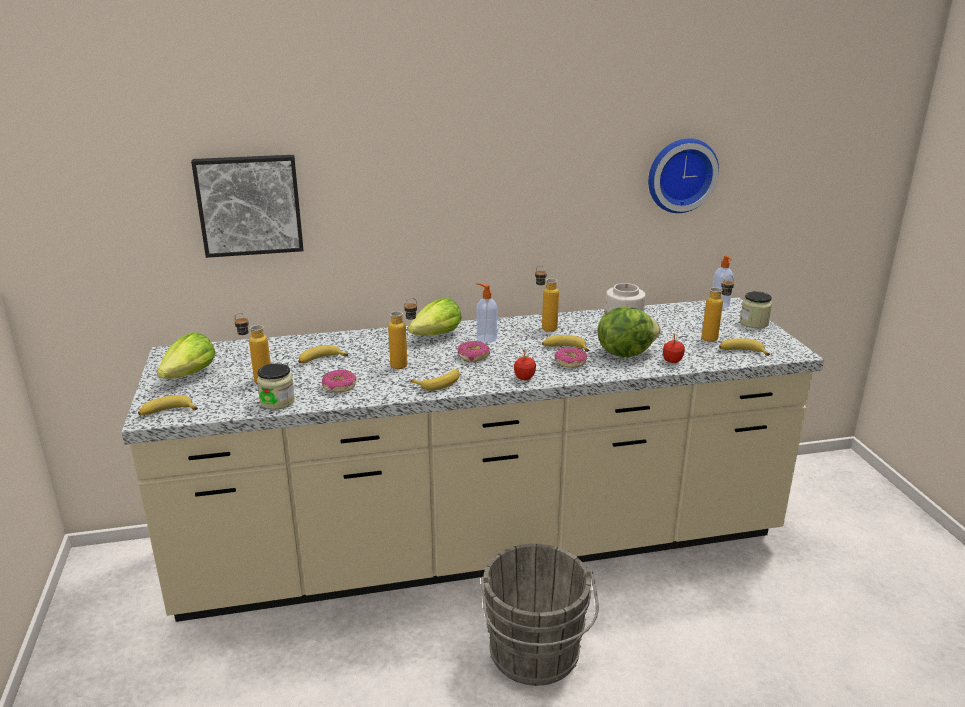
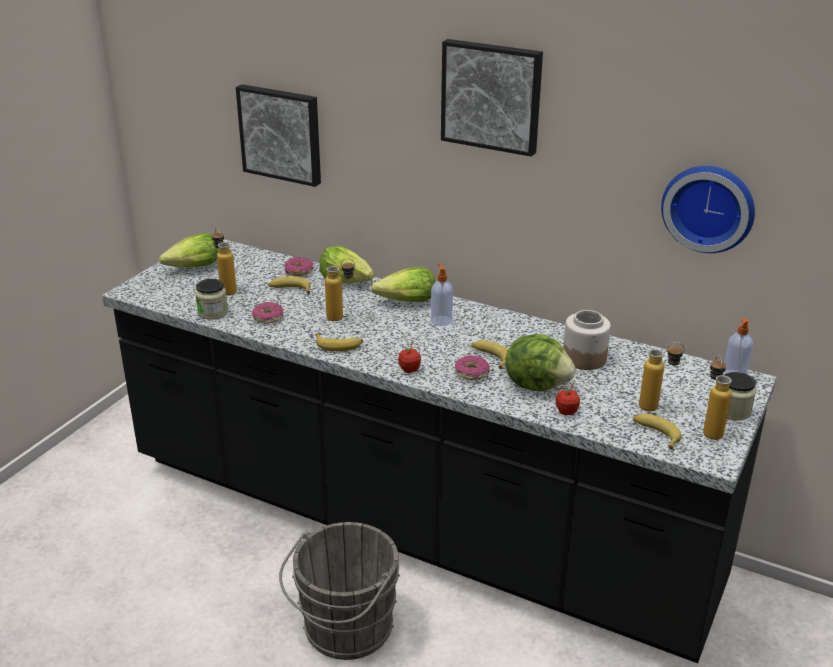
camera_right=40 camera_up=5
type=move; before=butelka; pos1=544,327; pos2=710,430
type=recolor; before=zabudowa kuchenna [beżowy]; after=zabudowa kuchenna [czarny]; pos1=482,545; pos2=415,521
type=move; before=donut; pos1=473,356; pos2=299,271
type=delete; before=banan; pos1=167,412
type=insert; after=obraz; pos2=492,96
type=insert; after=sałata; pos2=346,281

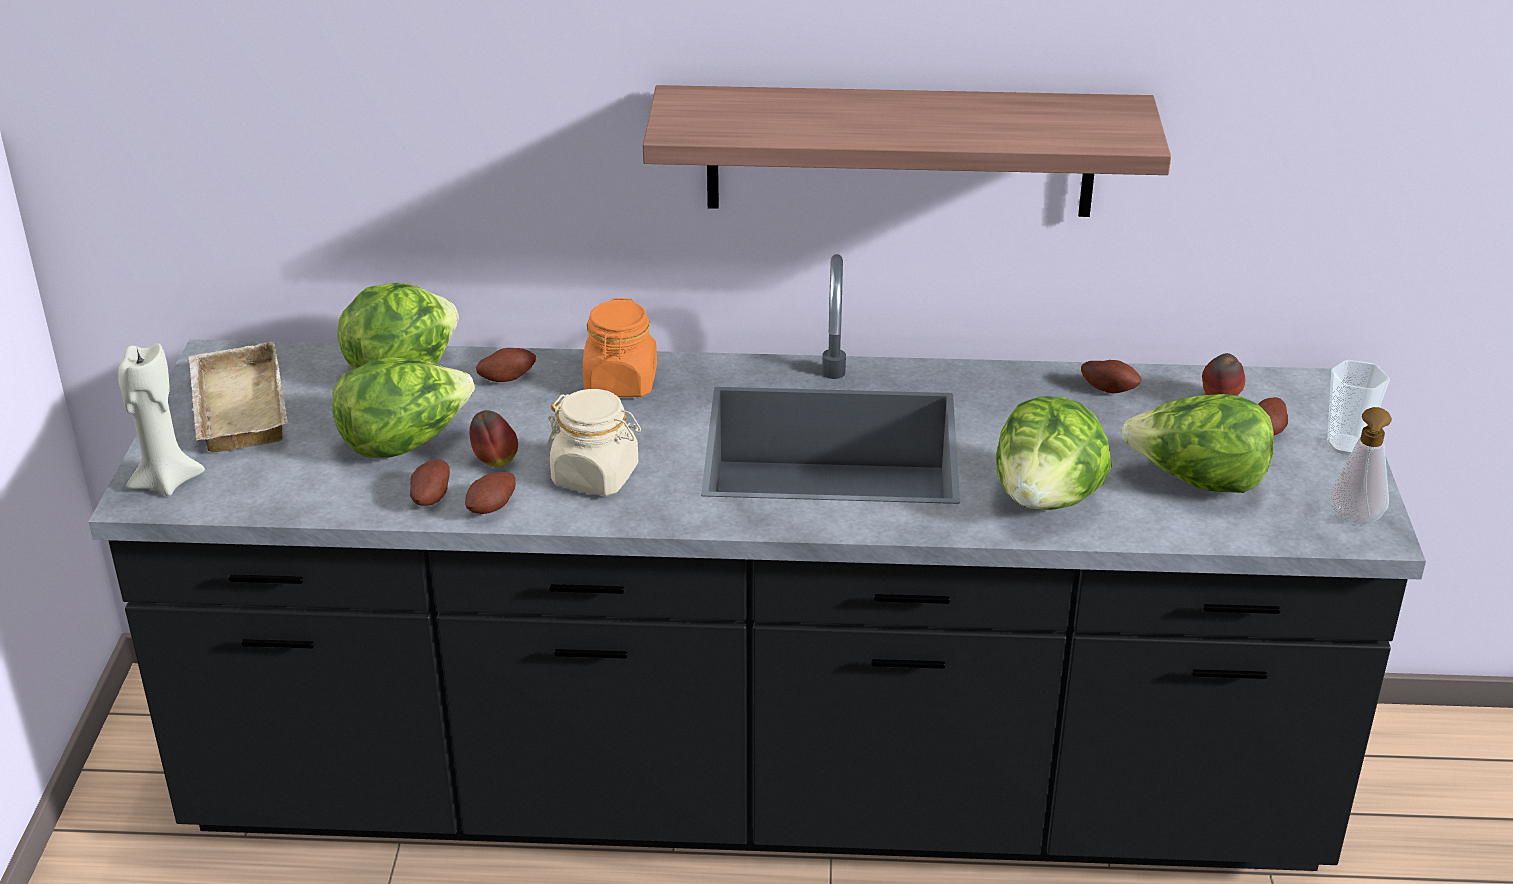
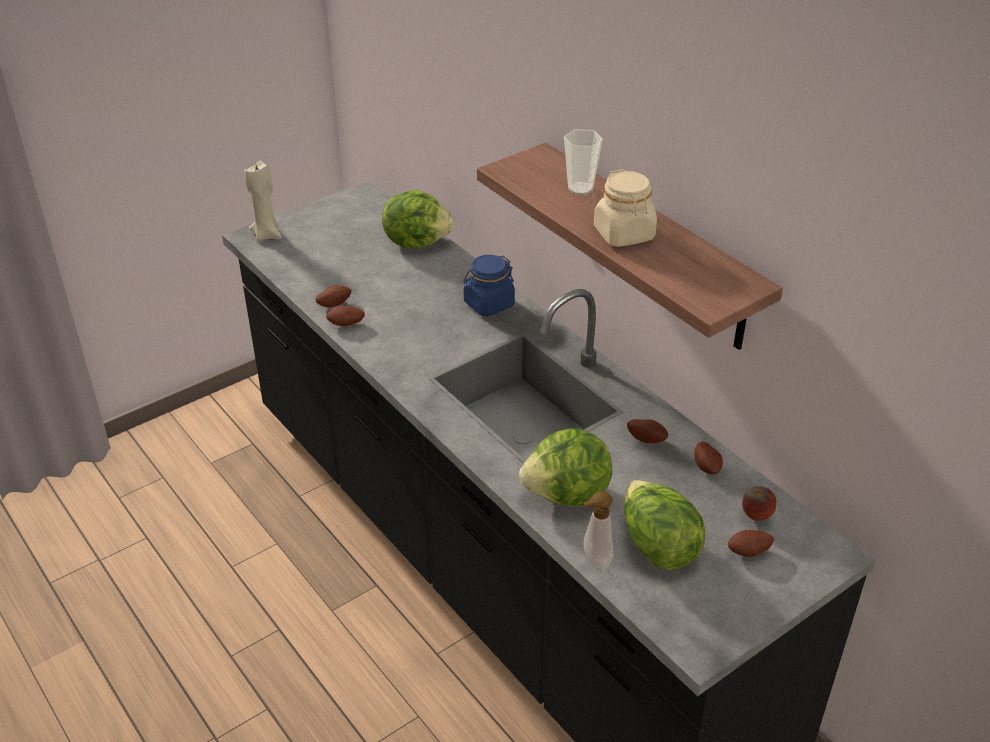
camera_right=50 camera_up=5
type=recolor; before=słoik [pomarańczowy]; after=słoik [niebieski]; pos1=621,383; pos2=488,304
type=delete; before=taca [beżowy]; pos1=235,407
type=move; before=ziemniak; pos1=507,377; pos2=647,438
type=delete; before=sałata; pos1=405,443
type=move; before=filiżanka; pos1=1345,445; pos2=580,189
type=move; before=słoik [beżowy]; pos1=596,476; pos2=624,234
type=move; before=dozownik mydła; pos1=1354,520; pos2=594,560
type=delete; before=jabłko; pos1=494,462

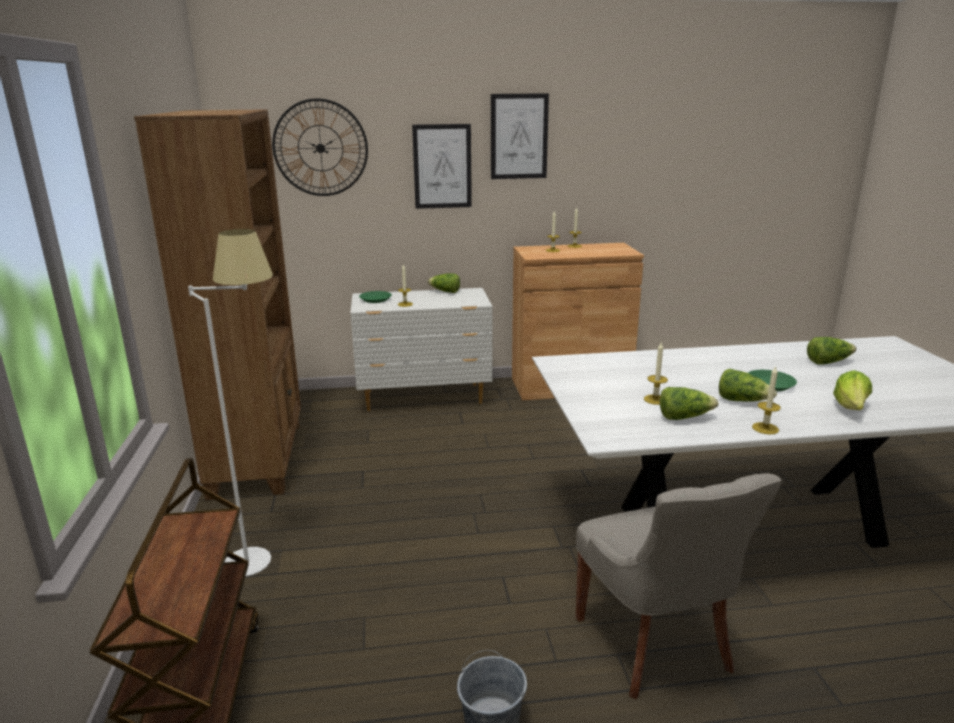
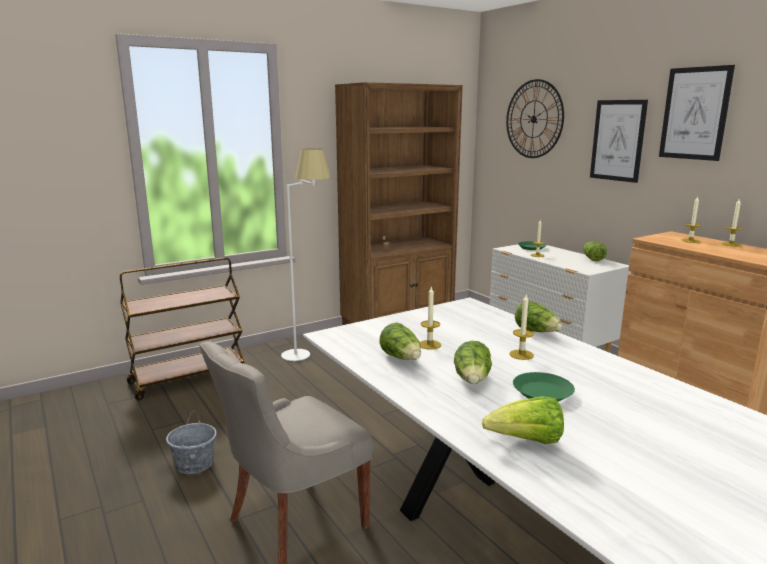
camera_right=65 camera_up=-5
type=move; before=sałata; pos1=828,362; pos2=537,332
type=move; before=świeca; pos1=765,428; pos2=521,354

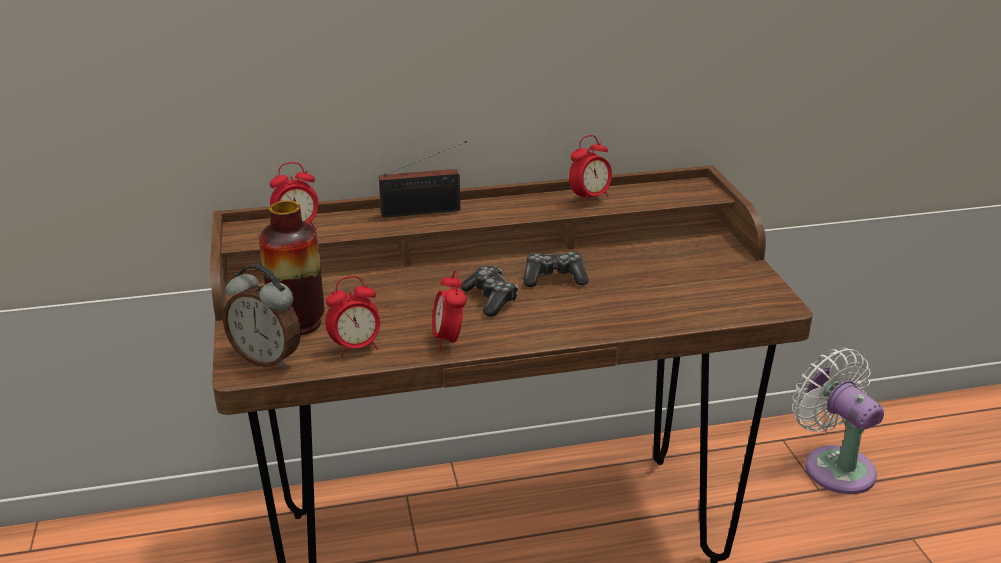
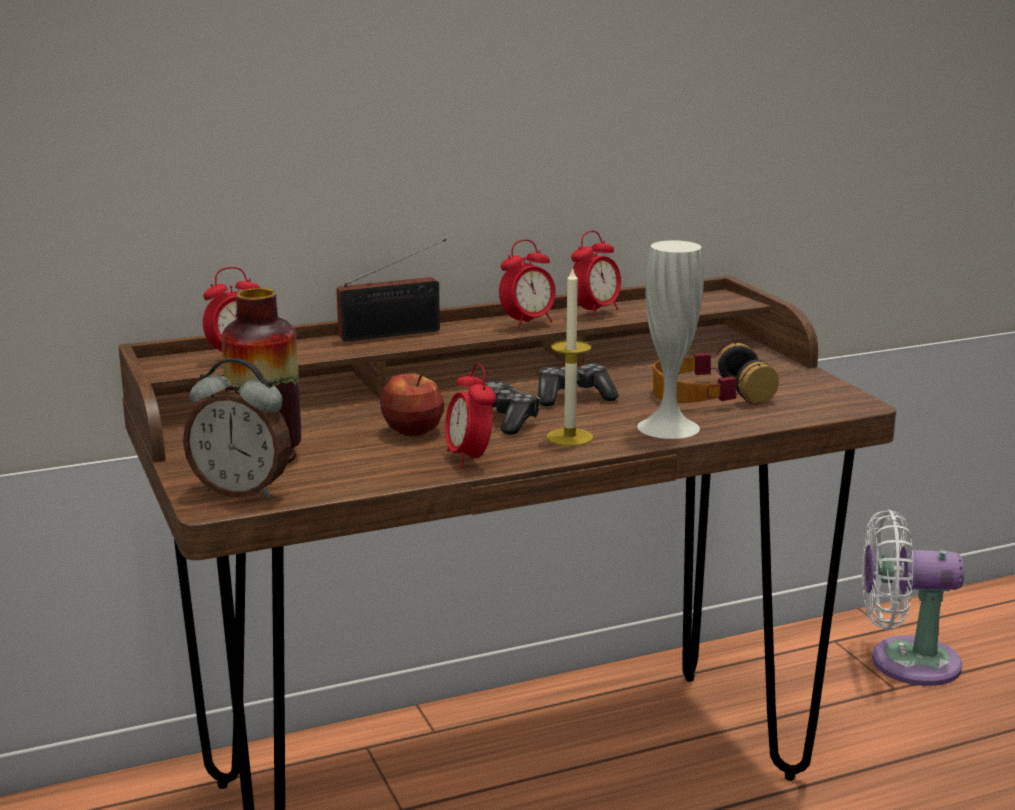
camera_right=-10 camera_up=-10
type=move; before=budzik; pos1=356,348; pos2=528,322
type=rotate; before=wentylator [biały]; pos1=834,466; pos2=905,662; turn=-45
type=insert; after=wazon [biały]; pos2=668,427
type=insert; after=świeca; pos2=569,437
type=insert; after=słuchawki; pos2=709,394
type=insert; after=jabłko; pos2=412,431

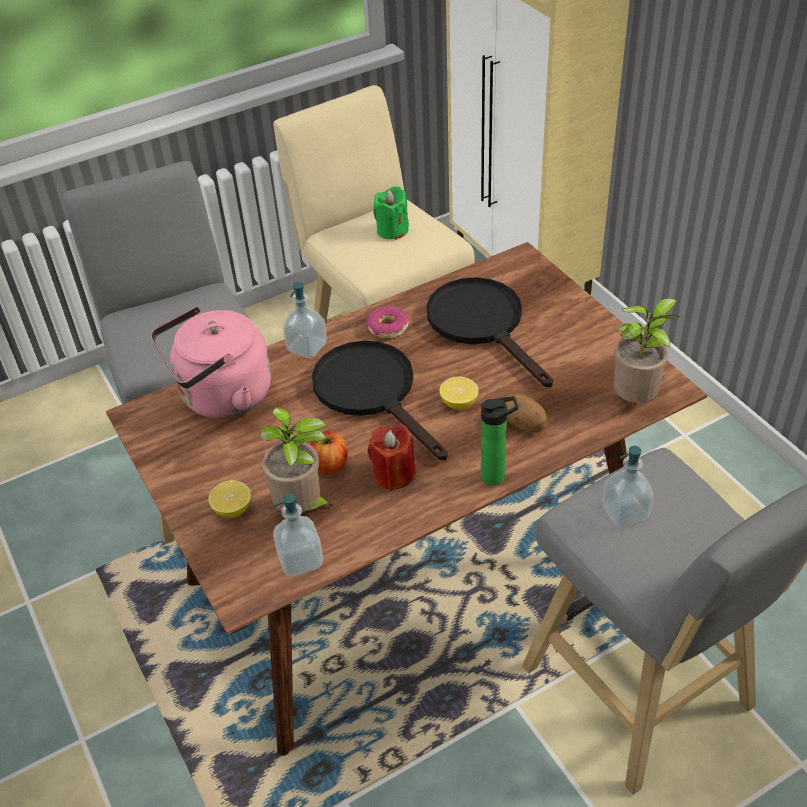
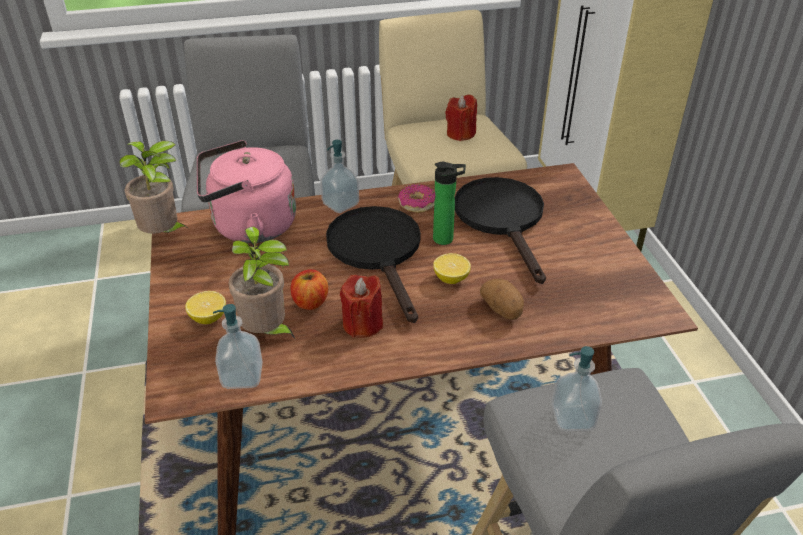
camera_right=15 camera_up=-5
type=recolor; before=świeca [zielony]; after=świeca [czerwony]; pos1=392,230; pos2=460,134
type=move; before=roślina doniczkowa; pos1=636,400; pos2=164,235
type=move; before=butelka; pos1=496,476; pos2=446,239

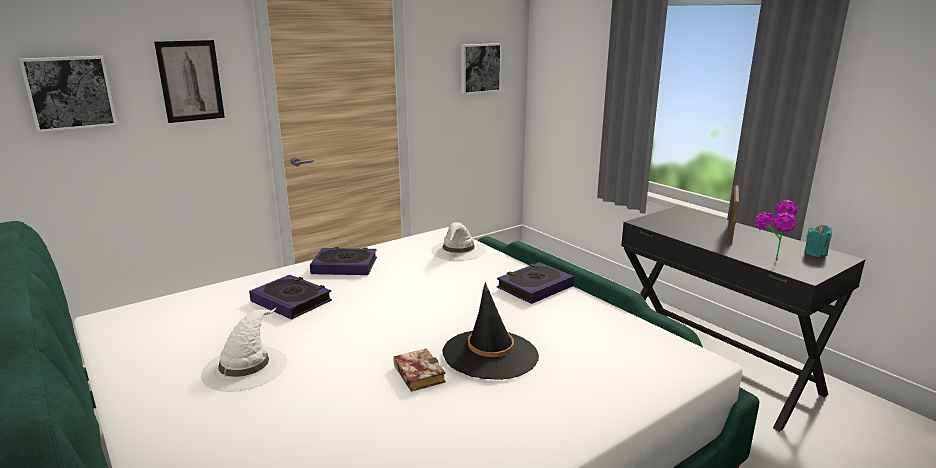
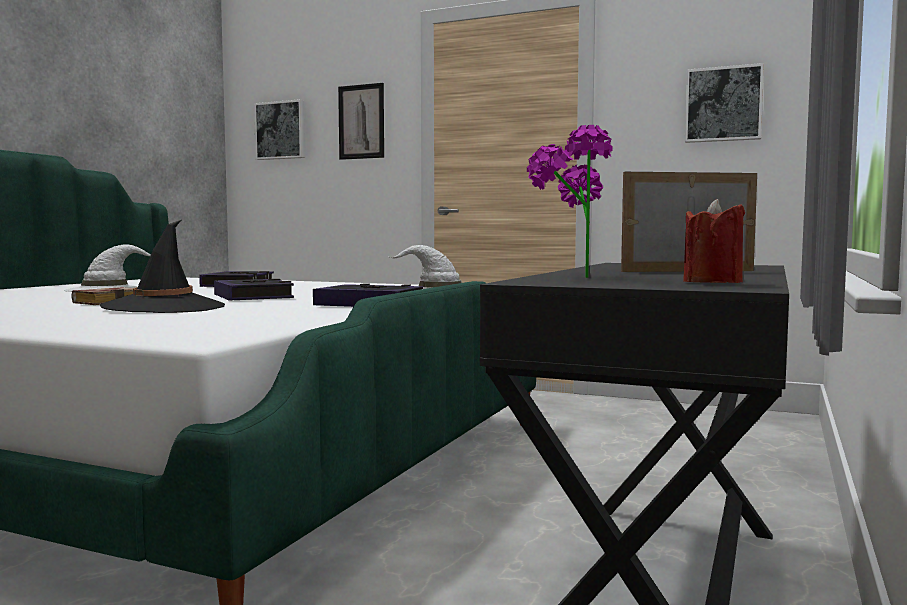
camera_right=60 camera_up=-15
type=recolor; before=świeca [turkusowy]; after=świeca [czerwony]; pos1=815,253; pos2=712,282
type=move; before=książka; pos1=344,266; pos2=253,297

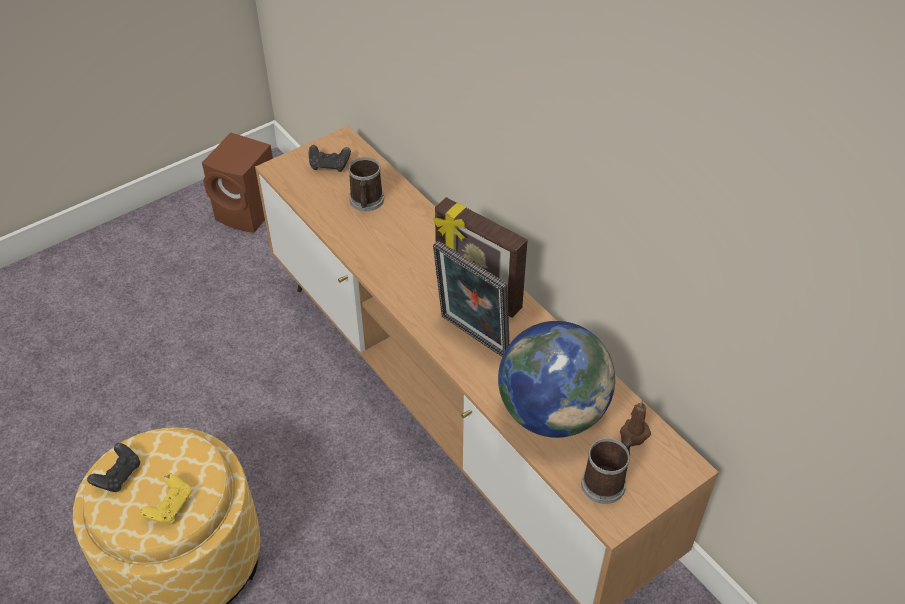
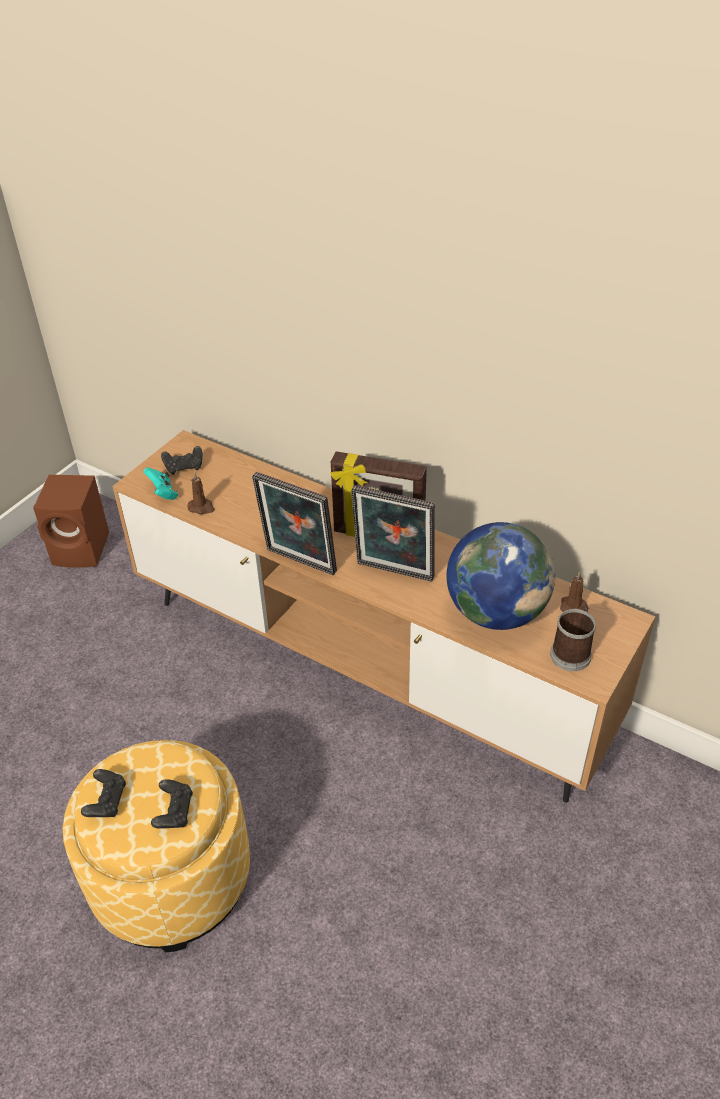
camera_right=-20 camera_up=-5
type=delete; before=kubek; pos1=366,202
type=recolor; before=pad do gier [żółty]; after=pad do gier [czarny]; pos1=170,506; pos2=174,812
type=insert; after=pad do gier [turkusowy]; pos2=163,493
type=insert; after=świeca [brązowy]; pos2=201,507
type=insert; after=ramka na zdjęcie; pos2=298,563

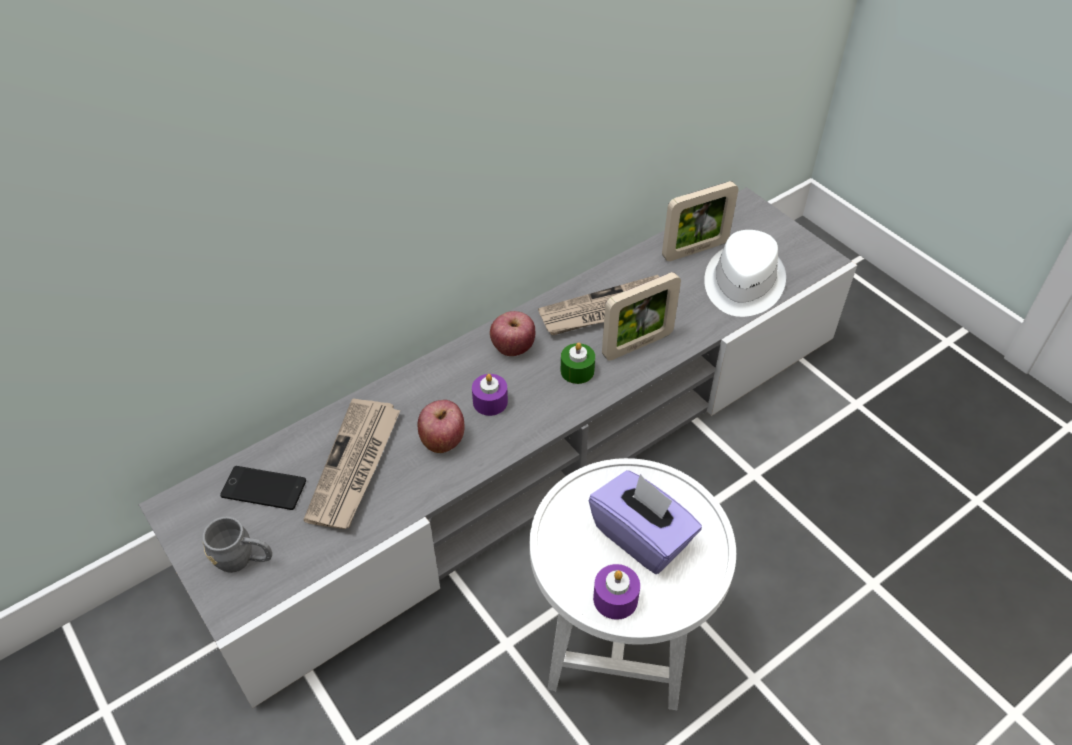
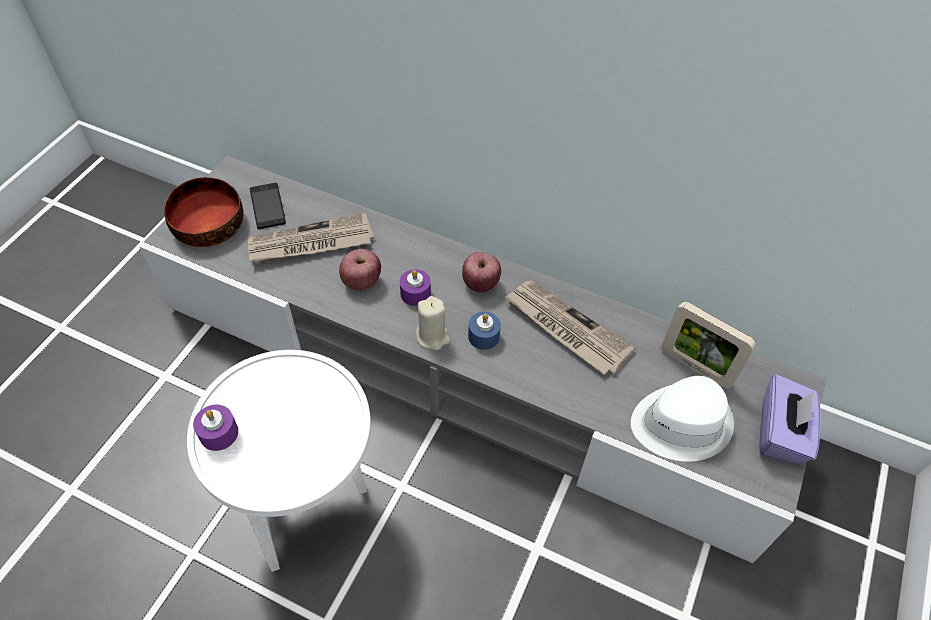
camera_right=60 camera_up=5
type=delete; before=ramka na zdjęcie; pos1=637,345
type=recolor; before=świeca [zielony]; after=świeca [niebieski]; pos1=577,371; pos2=483,336
type=move; before=pudełko chusteczek [fioletowy]; pos1=642,536; pos2=781,433
type=replace; before=kubek [szary]; after=miska; pos1=244,560; pos2=207,224
type=insert; after=świeca [beżowy]; pos2=432,336

